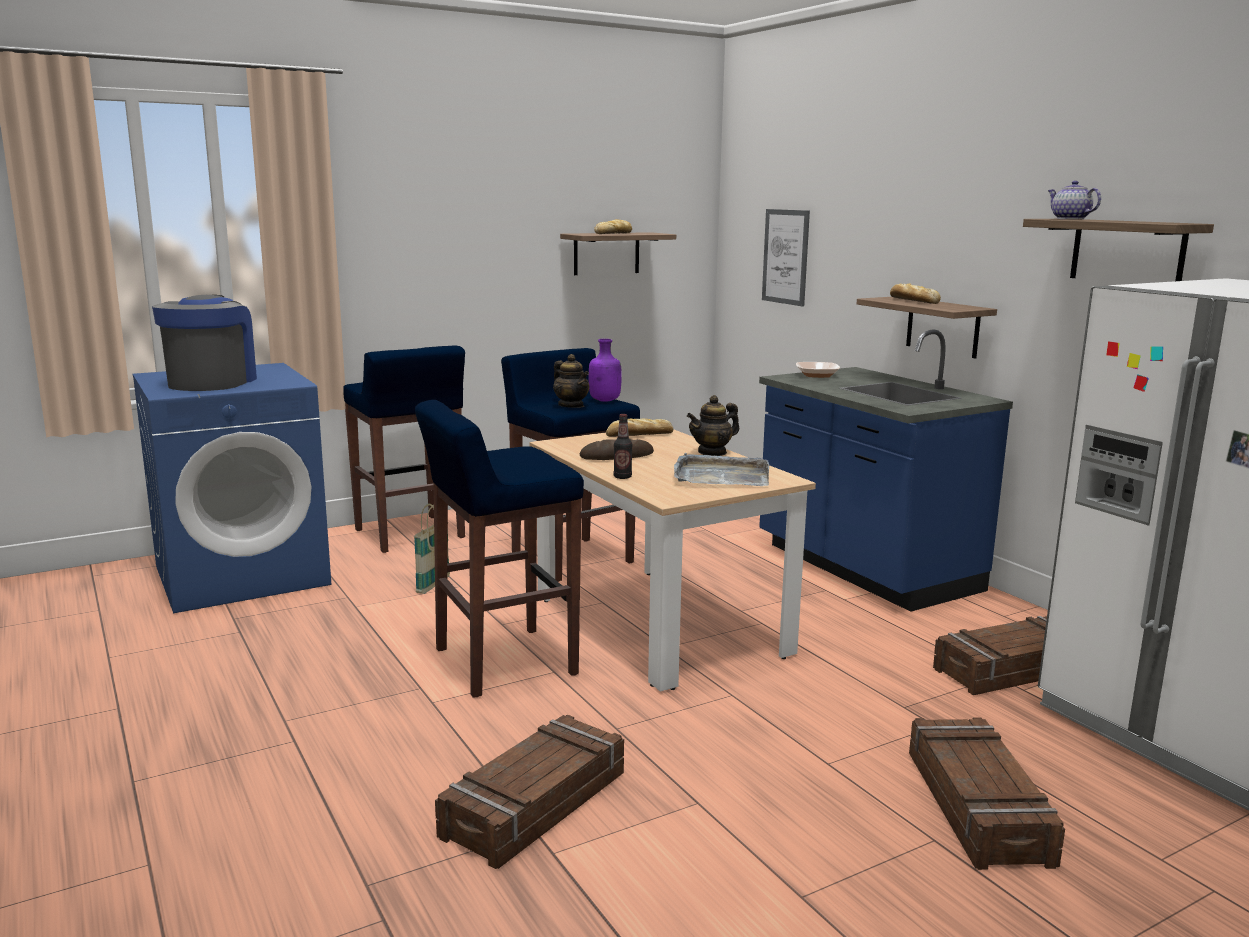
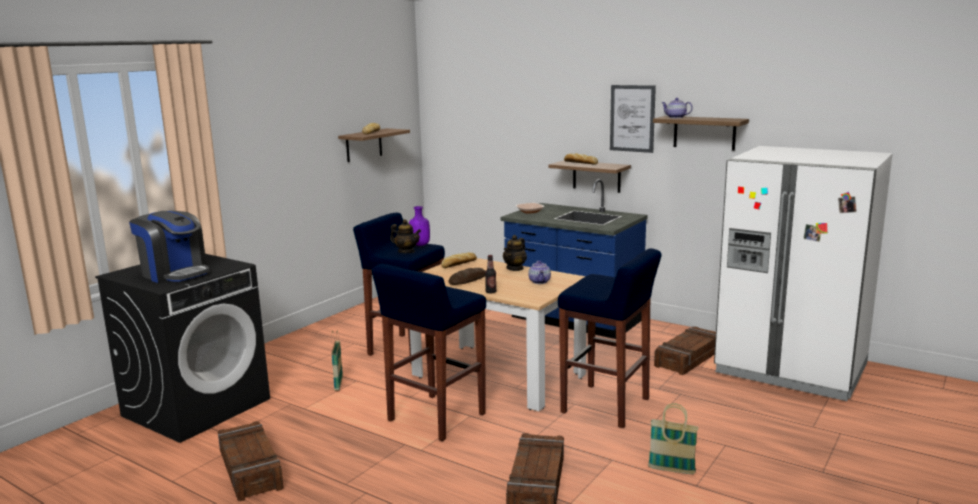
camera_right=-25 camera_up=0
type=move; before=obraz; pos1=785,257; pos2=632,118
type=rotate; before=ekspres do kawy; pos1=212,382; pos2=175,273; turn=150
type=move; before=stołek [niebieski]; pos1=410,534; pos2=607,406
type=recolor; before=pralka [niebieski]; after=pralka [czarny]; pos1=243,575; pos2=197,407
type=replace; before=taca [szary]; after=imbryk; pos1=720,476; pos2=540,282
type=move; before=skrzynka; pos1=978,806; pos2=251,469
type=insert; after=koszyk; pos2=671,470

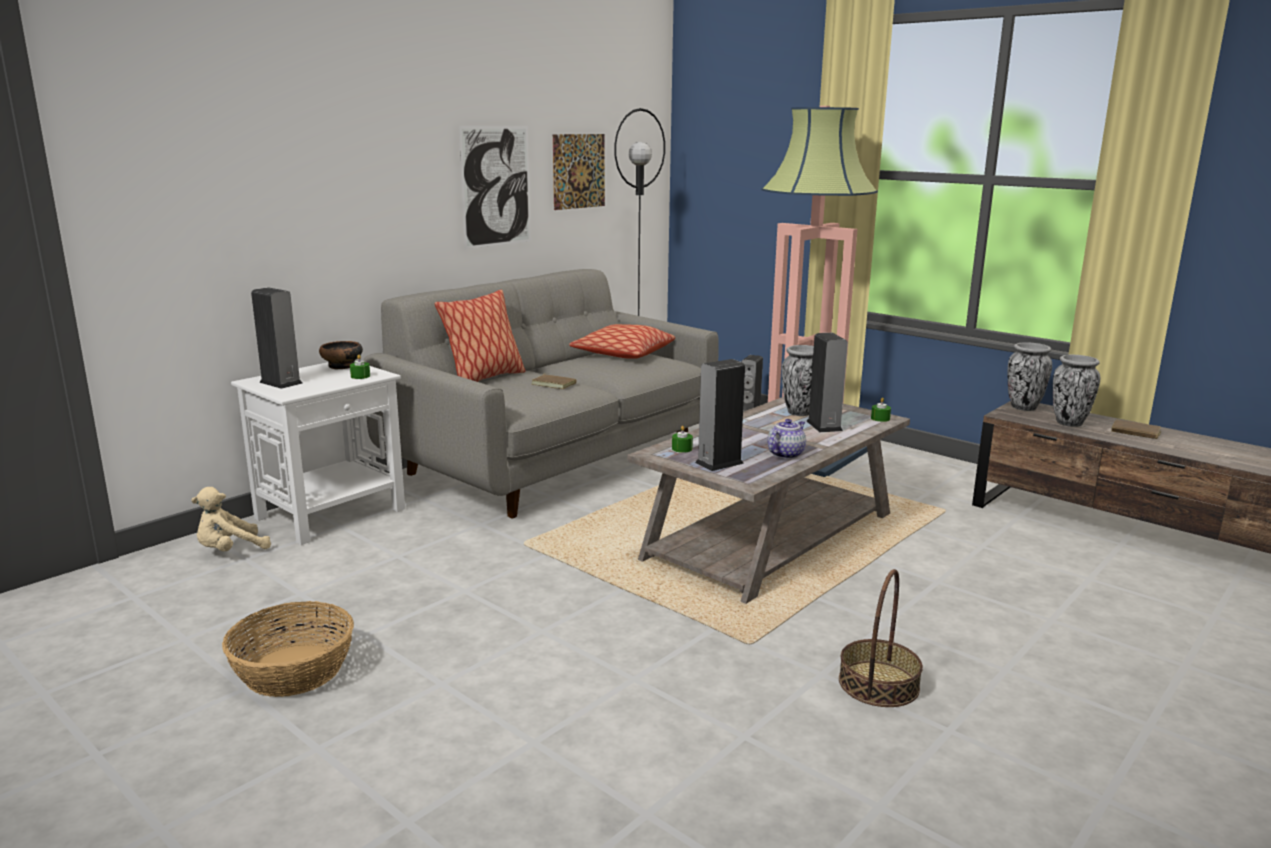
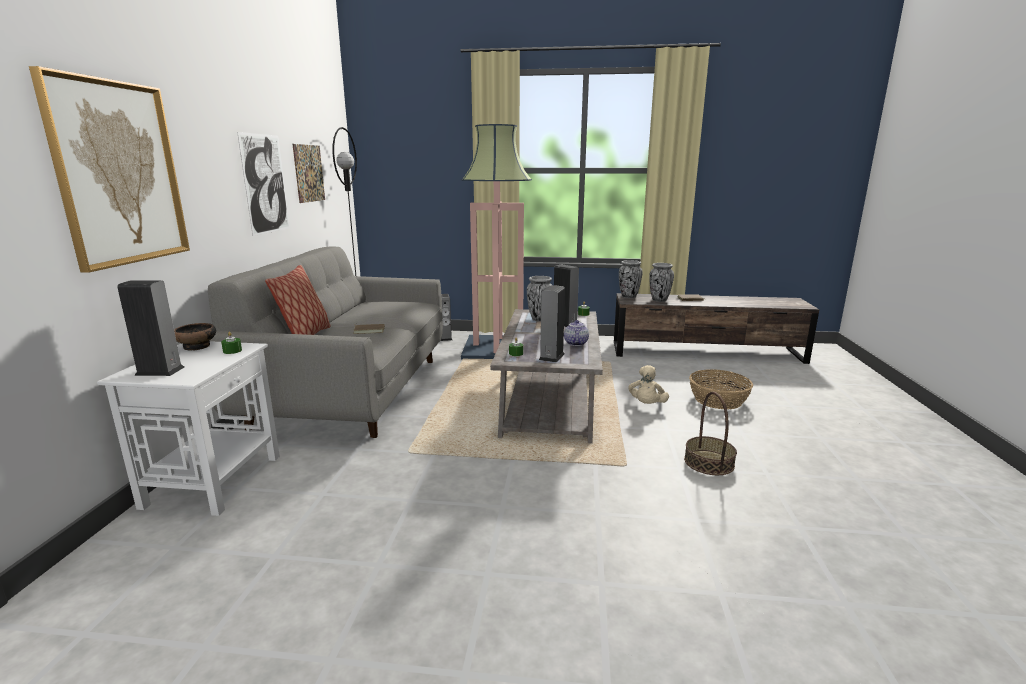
camera_right=-35 camera_up=0
type=delete; before=poduszka; pos1=623,354
type=move; before=pluszak [beżowy]; pos1=230,551; pos2=646,405
type=move; before=koszyk; pos1=293,670; pos2=717,400
type=insert; after=obraz; pos2=119,173

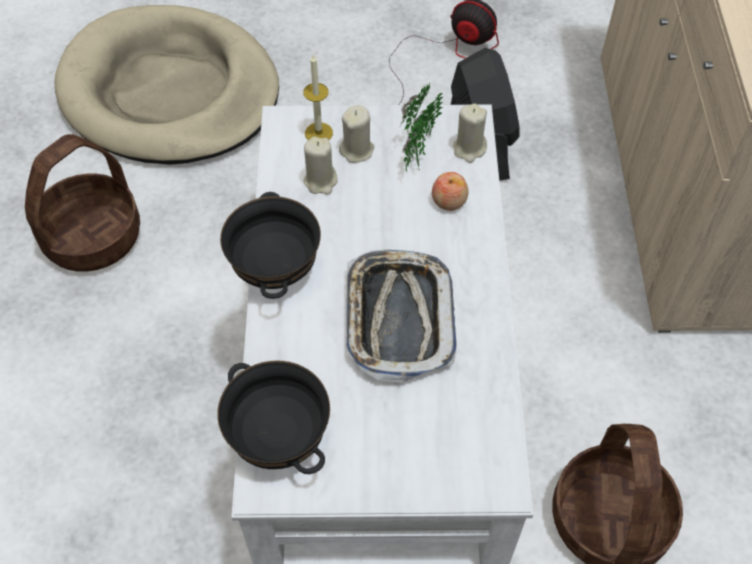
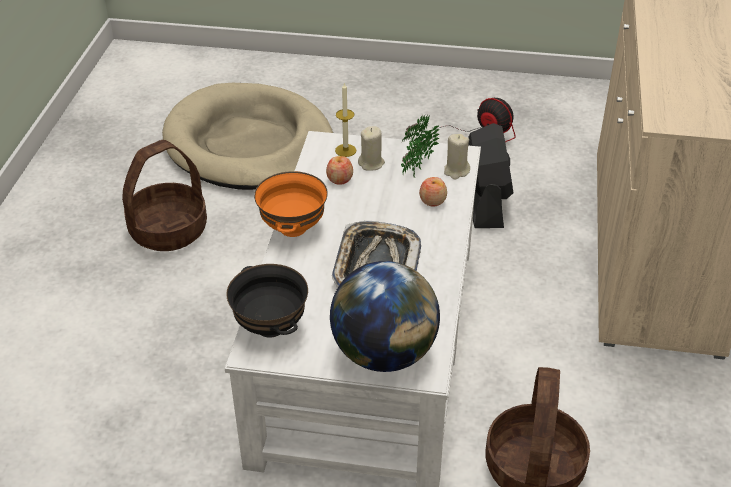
camera_right=10 camera_up=-15
type=replace; before=świeca [beżowy]; after=jabłko; pos1=320,181; pos2=339,179
type=recolor; before=miska [czarny]; after=miska [pomarańczowy]; pos1=277,271; pos2=294,228
type=insert; after=globus; pos2=384,354

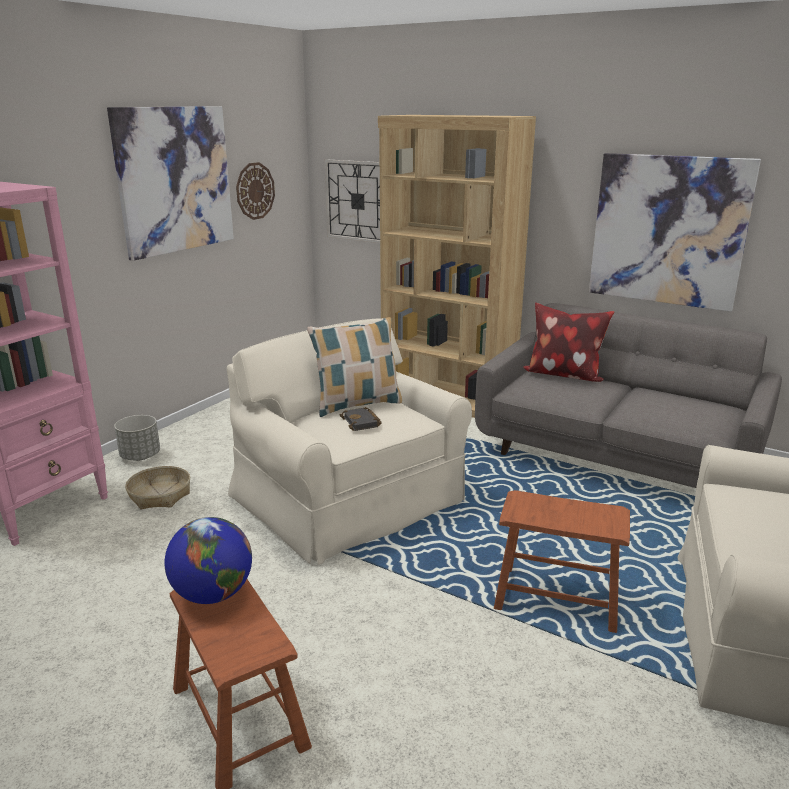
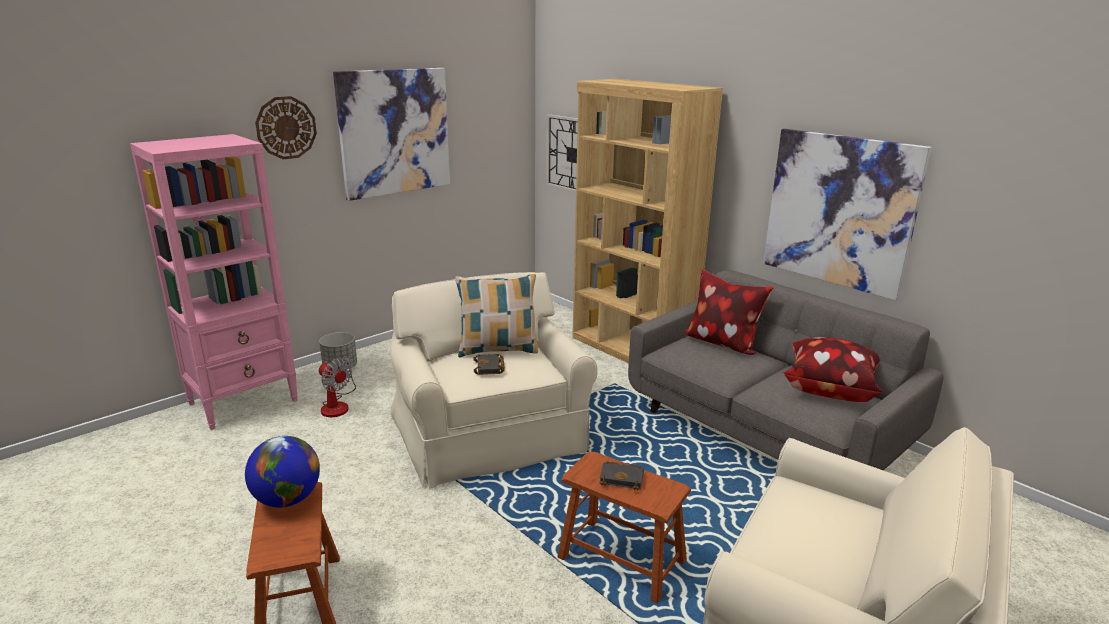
camera_right=15 camera_up=0
type=move; before=zegar ścienny; pos1=255,191; pos2=286,128
type=replace; before=koszyk; after=wentylator; pos1=160,495; pos2=337,405
type=insert; after=poduszka; pos2=828,389
type=insert; after=książka [czarny]; pos2=623,478

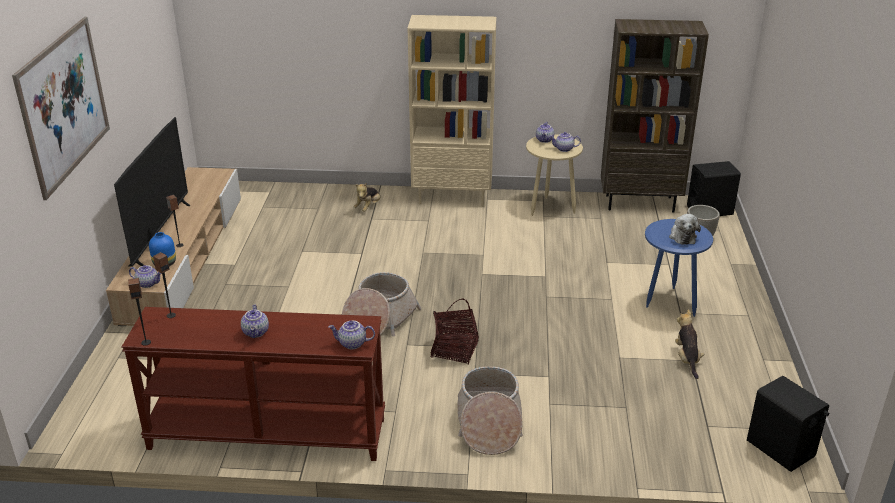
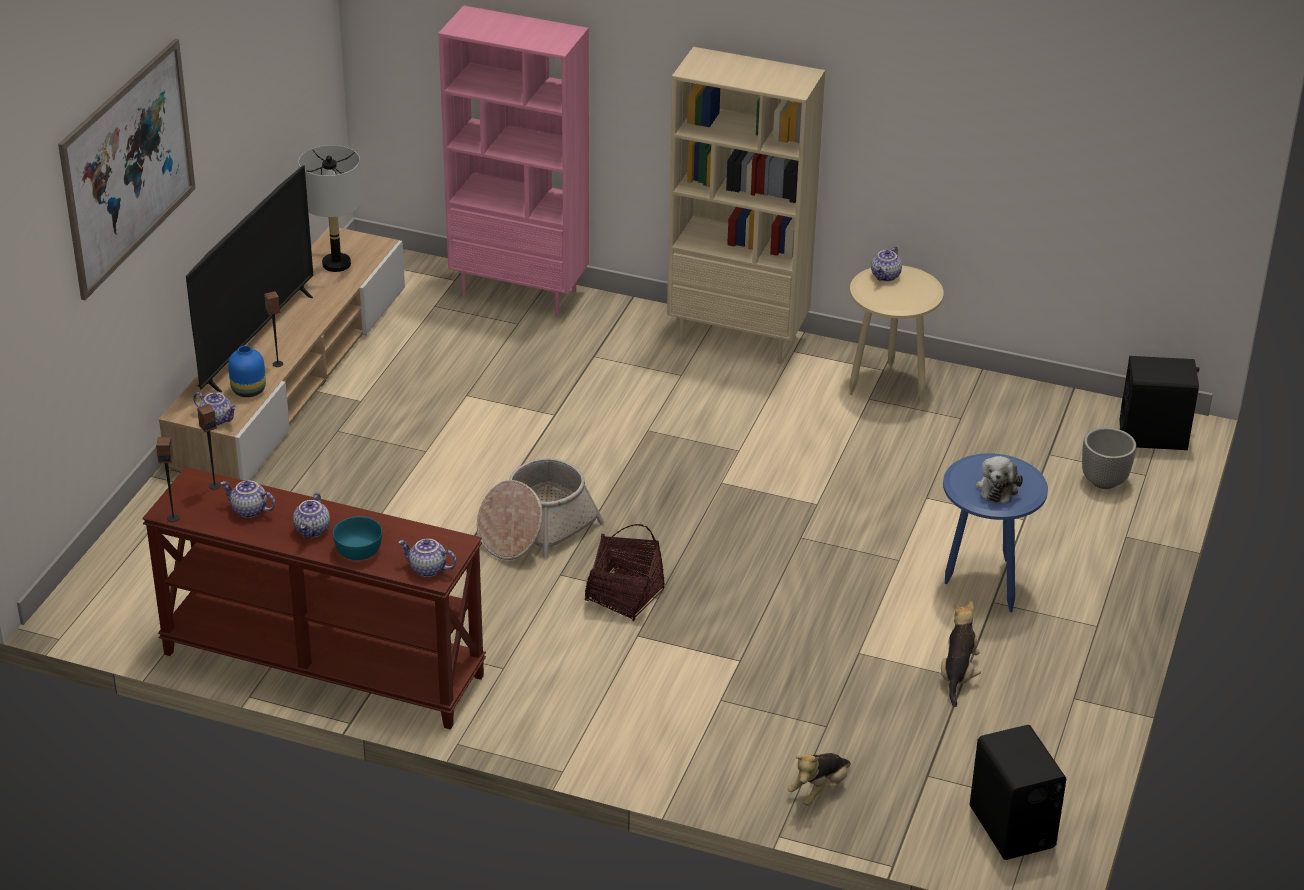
camera_right=15 camera_up=5
type=delete; before=regał [brązowy]; pos1=640,203
type=move; before=imbryk; pos1=564,149; pos2=248,511
type=move; before=pluszak; pos1=368,207; pos2=819,790
type=delete; before=koszyk; pos1=489,423
type=insert; after=regał [różowy]; pos2=520,293
type=insert; after=lampa stołowa [szary]; pos2=336,264
type=insert; after=miska [turkusowy]; pos2=358,551

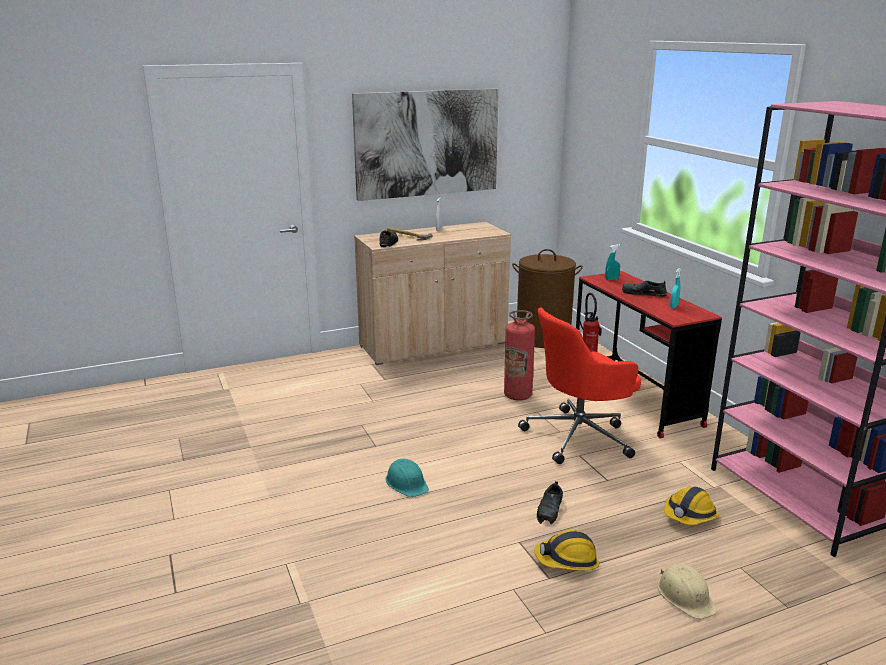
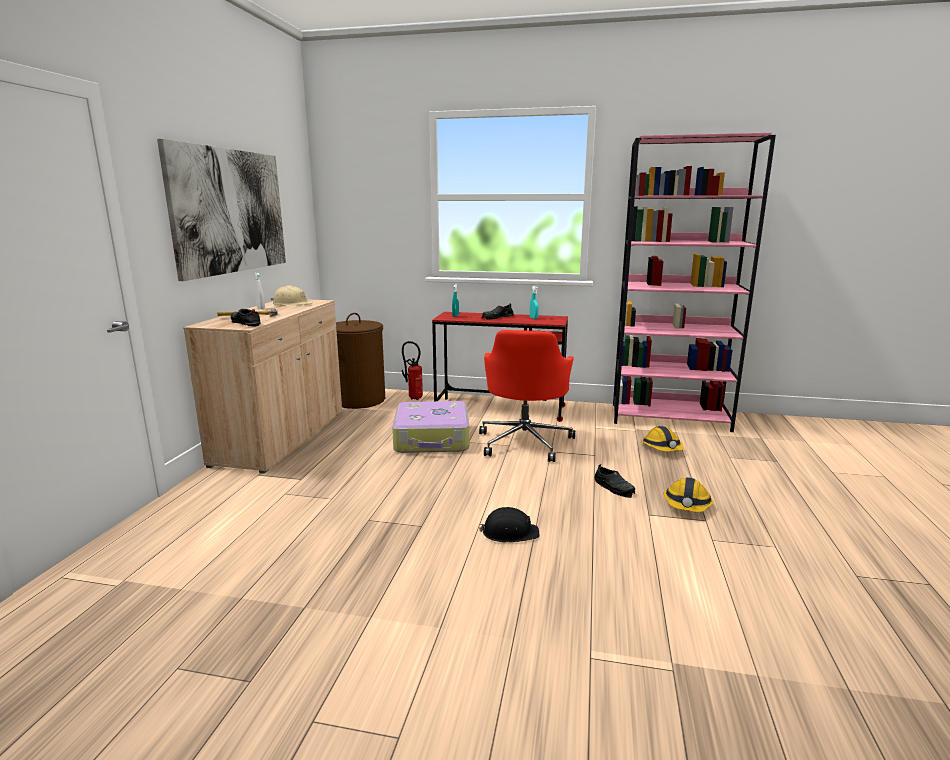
camera_right=-55 camera_up=-5
type=replace; before=gaśnica; after=walizka; pos1=518,395; pos2=432,439
type=recolor; before=kask [turkusowy]; after=kask [czarny]; pos1=407,483; pos2=509,532
type=move; before=kask [beżowy]; pos1=685,596; pos2=292,304

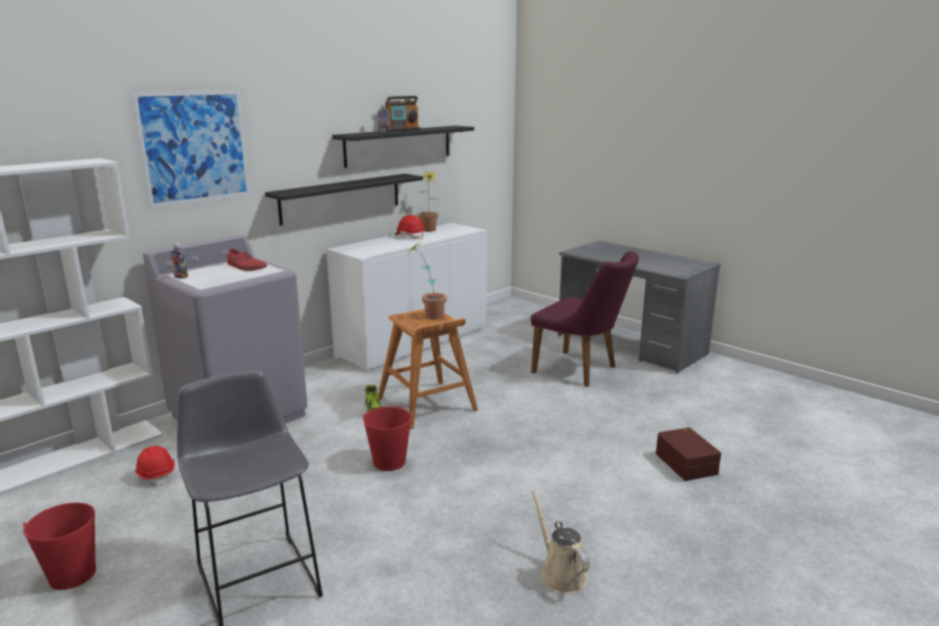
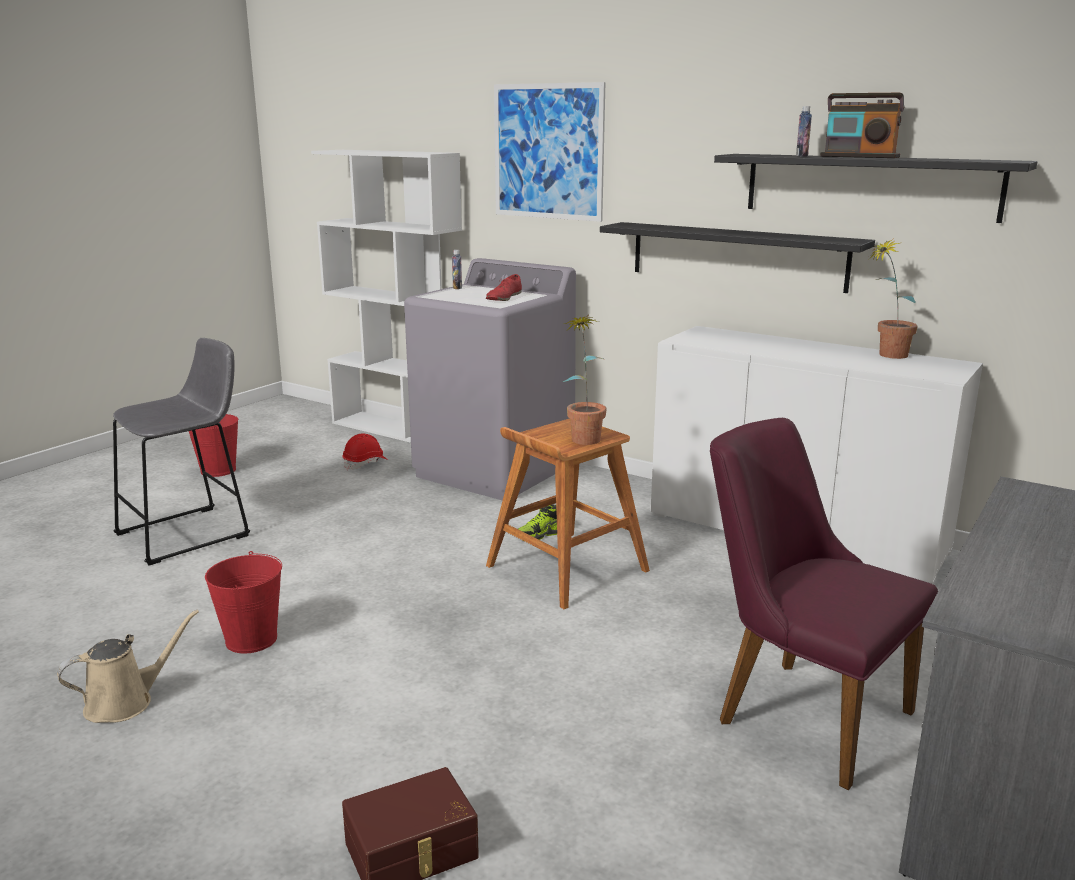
camera_right=80 camera_up=0
type=delete; before=kask [czerwony]; pos1=409,236
type=rotate; before=krzesło [fioletowy]; pos1=581,371; pos2=798,710; turn=105
type=move; before=wiadro [czerwony]; pos1=389,462; pos2=251,640

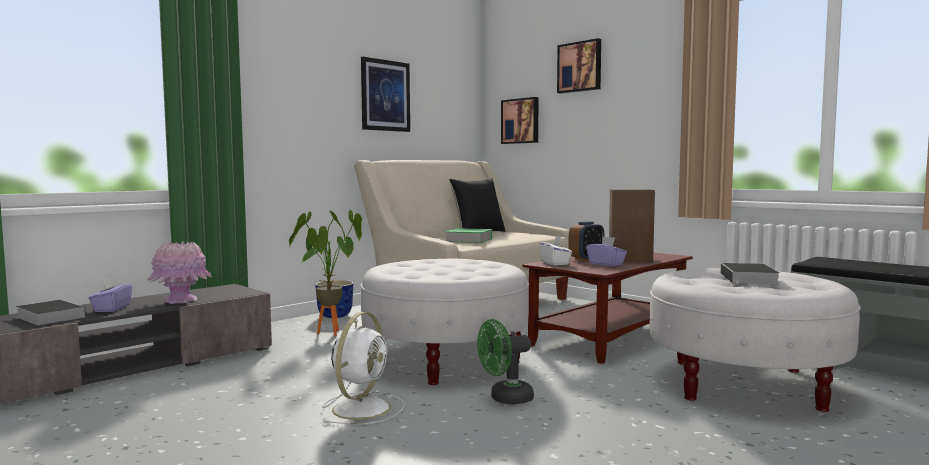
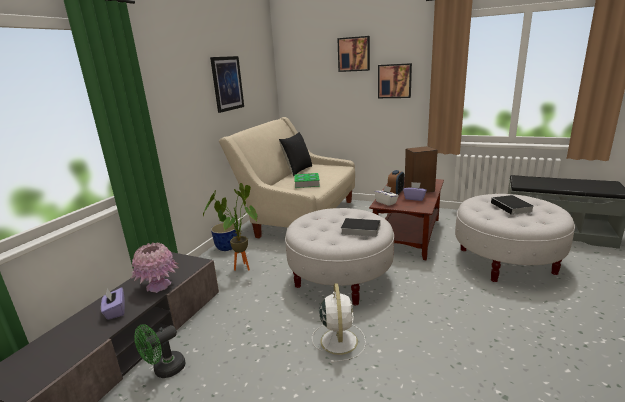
camera_right=-20 camera_up=15
type=move; before=obraz; pos1=521,121; pos2=394,81
type=move; before=książka; pos1=49,317; pos2=359,230
type=move; before=wentylator [zielony]; pos1=505,399; pos2=164,370

